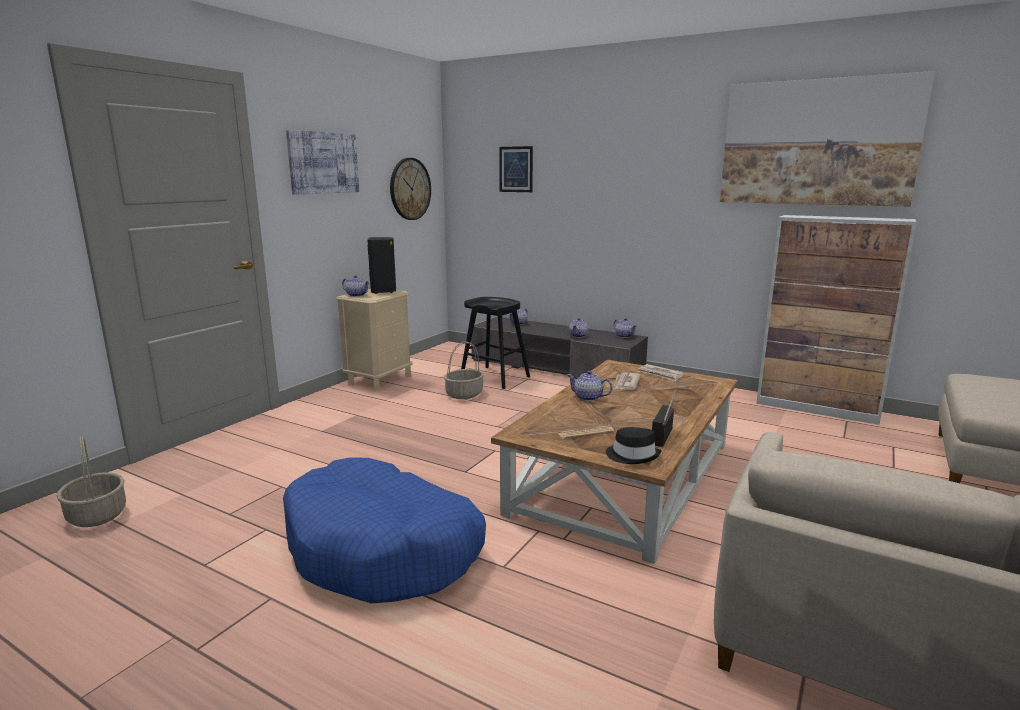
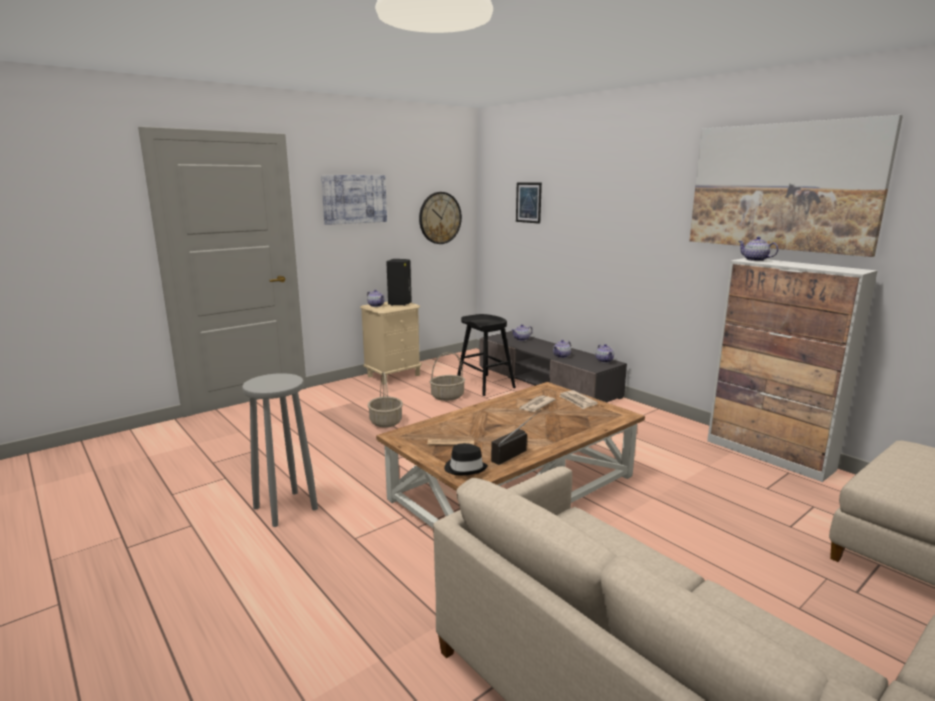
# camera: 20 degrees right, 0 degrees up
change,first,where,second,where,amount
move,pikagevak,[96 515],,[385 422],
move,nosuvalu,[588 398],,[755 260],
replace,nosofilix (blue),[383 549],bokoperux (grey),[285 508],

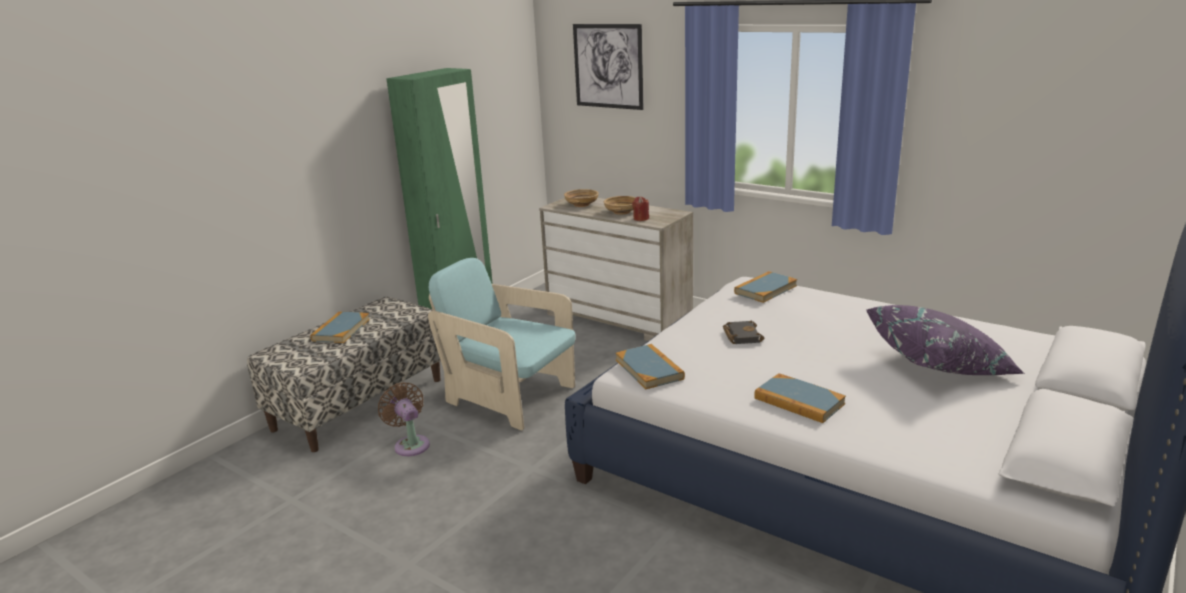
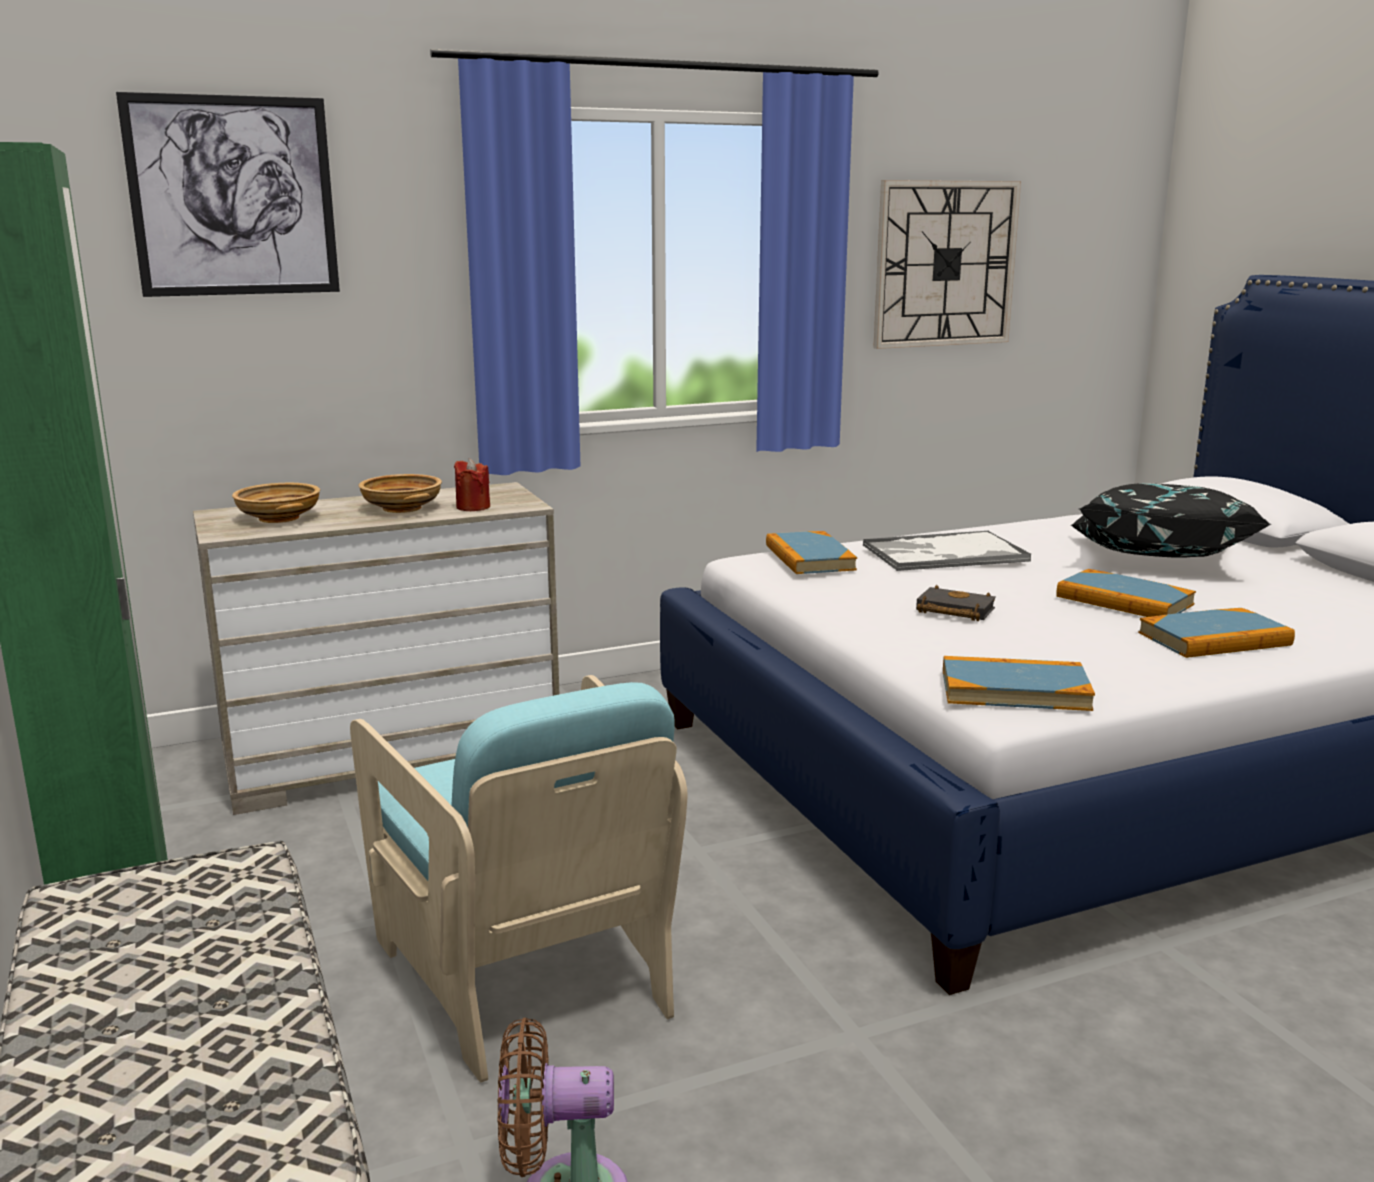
# camera: 60 degrees left, 5 degrees down
change,first,where,second,where,amount
insert,,,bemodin,[943 554],
insert,,,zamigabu,[945 264],
move,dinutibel,[341 330],,[1124 601],
recolor,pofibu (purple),[939 364],pofibu (black),[1157 559],
rotate,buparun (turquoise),[510 397],,[526 971],90 degrees counterclockwise

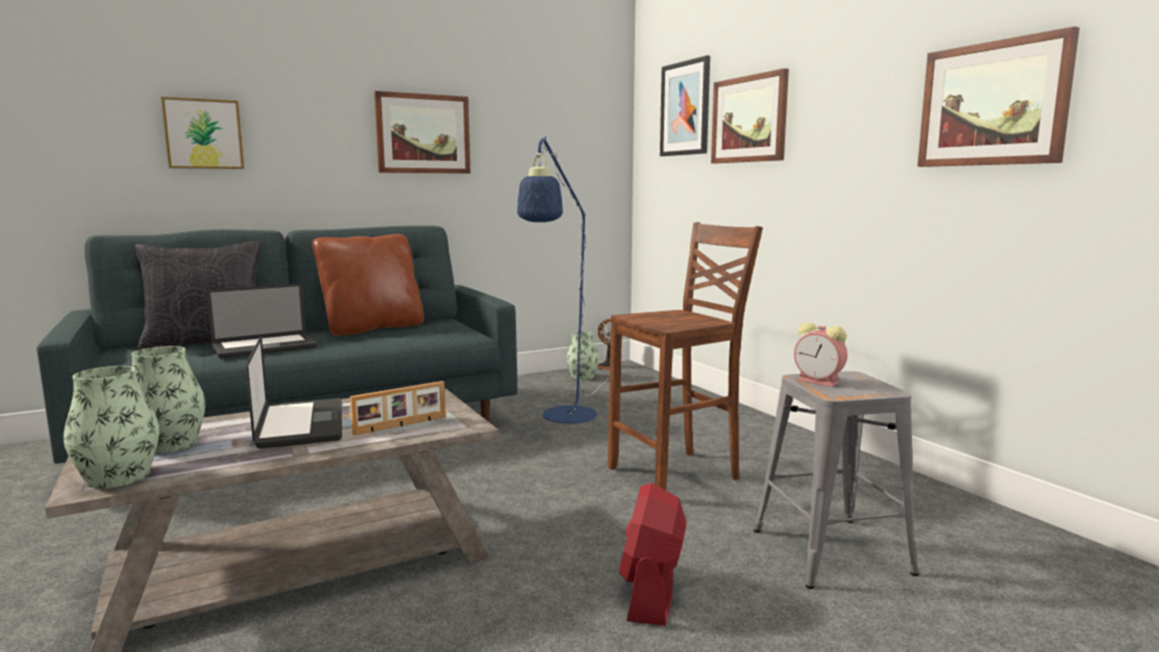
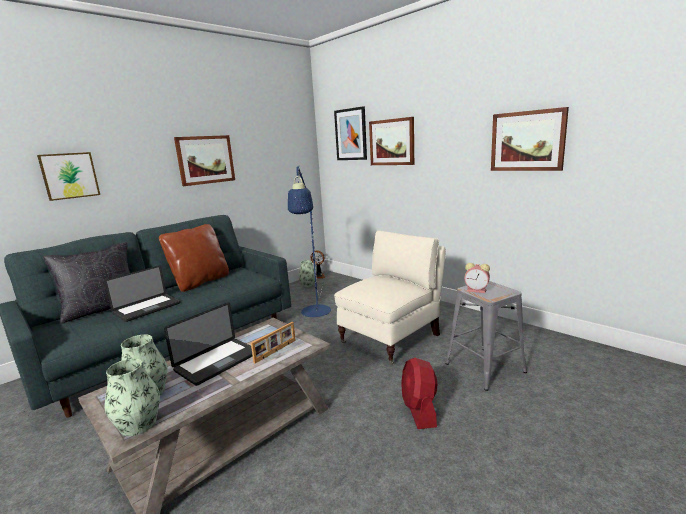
# camera: 15 degrees left, 5 degrees up
change,first,where,second,where,amount
replace,bokoperux (brown),[677 474],buparun (beige),[392 338],
rotate,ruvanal,[301 425],,[217 362],75 degrees clockwise

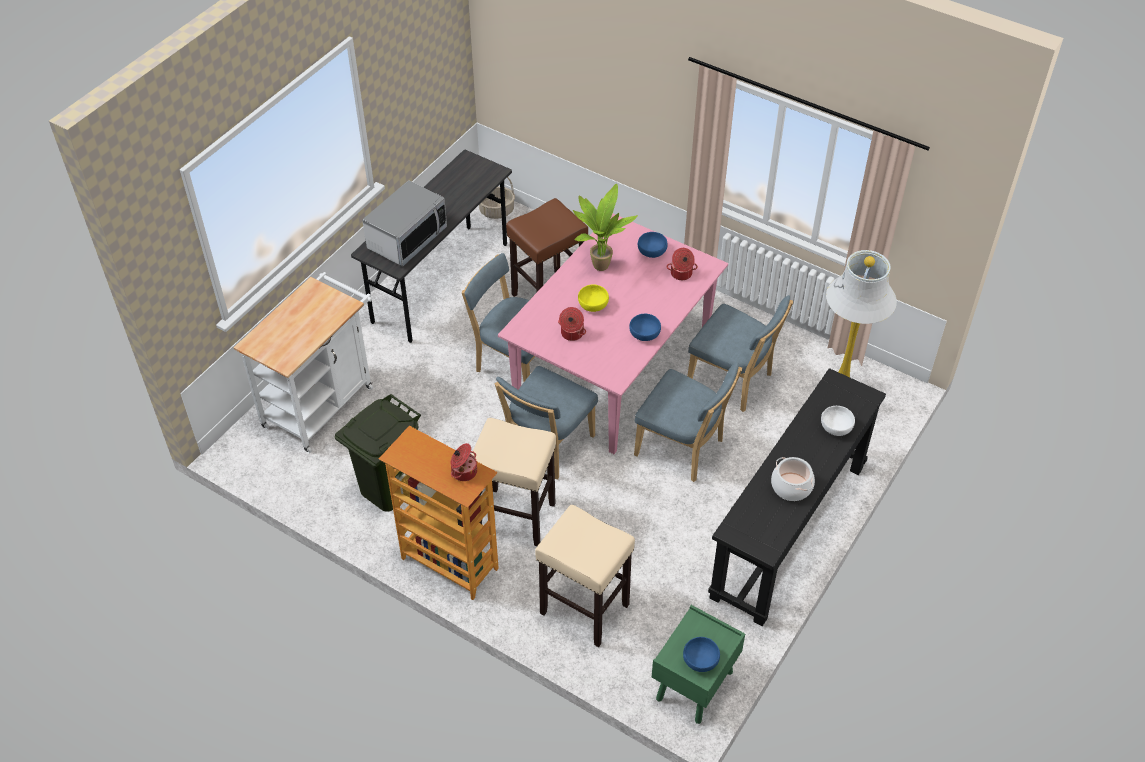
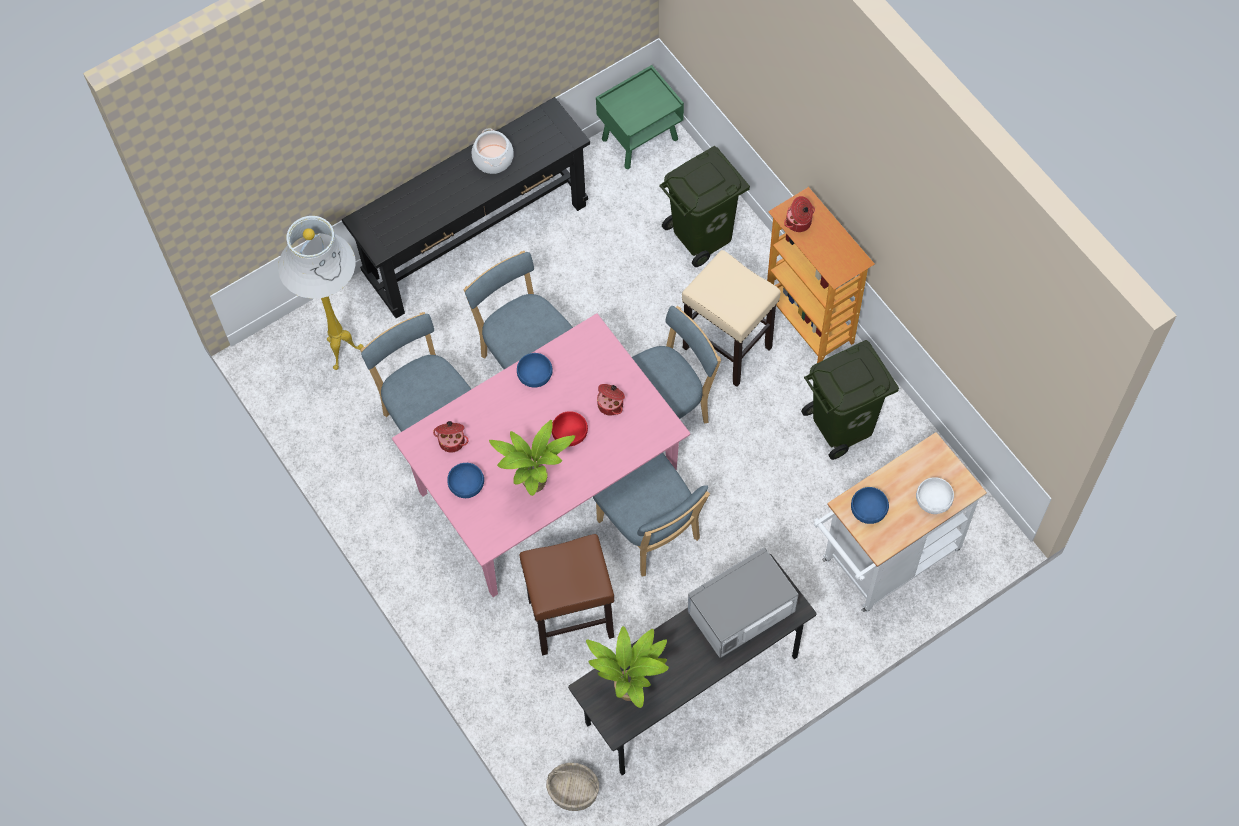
# camera: 155 degrees left, 15 degrees up
change,first,where,second,where,amount
insert,,,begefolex,[631 689],
move,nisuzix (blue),[701 660],,[868 509],
move,nisuzix (white),[836 427],,[933 500],
replace,bokoperux (beige),[583 608],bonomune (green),[703 235],
recolor,nisuzix (yellow),[592 305],nisuzix (red),[570 434],

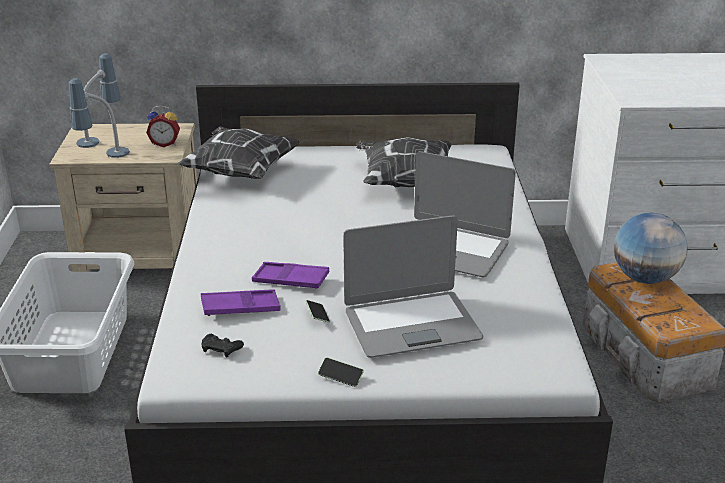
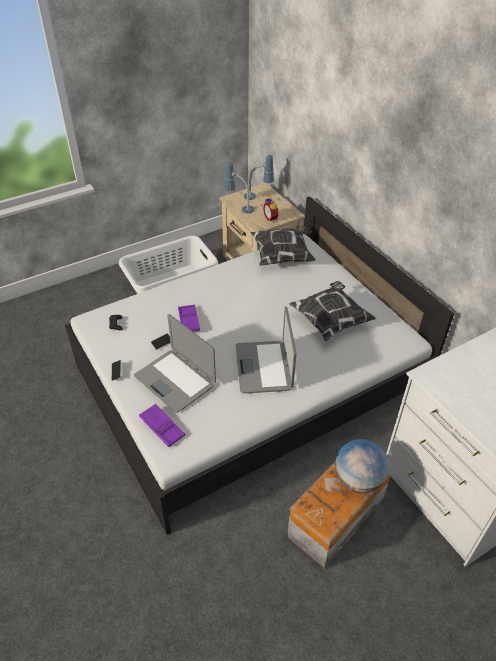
# camera: 60 degrees right, 15 degrees up
change,first,where,second,where,amount
move,bemodin (purple),[240 308],,[162 427],

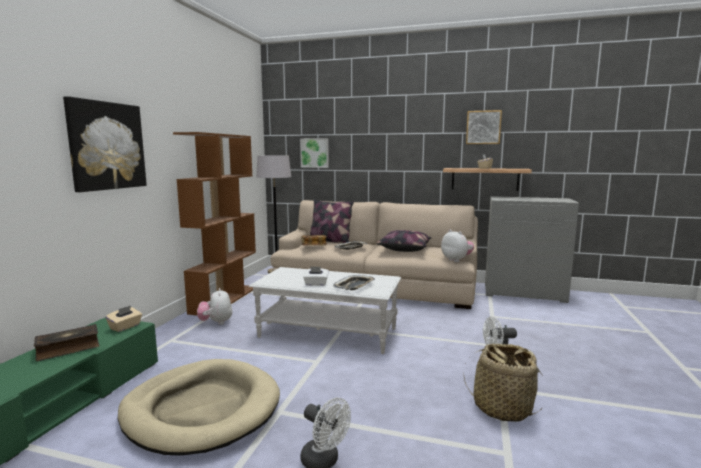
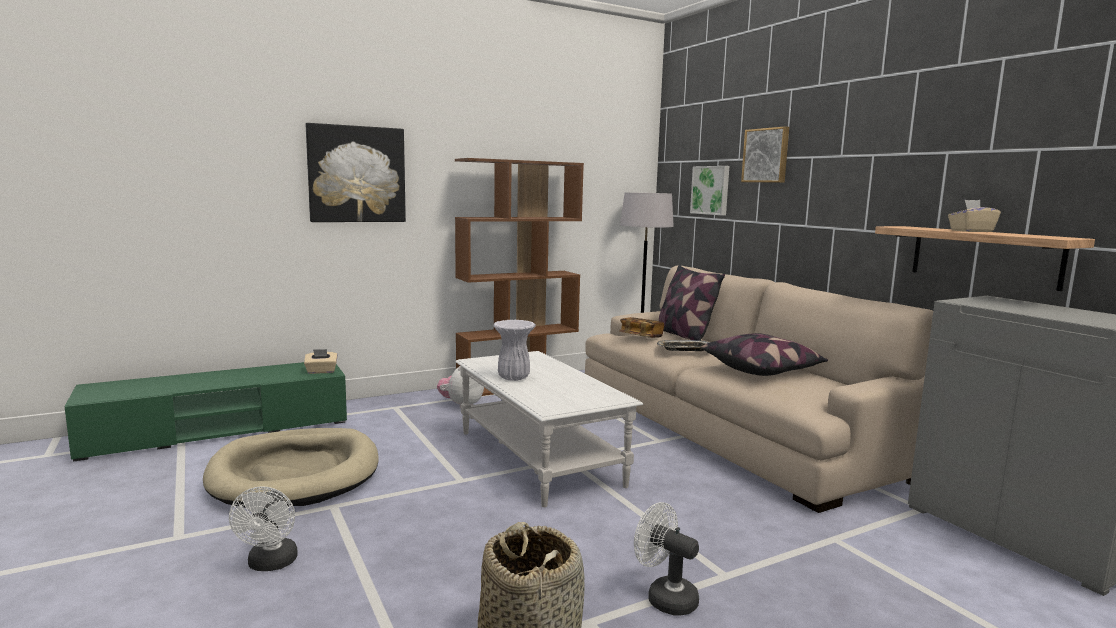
# camera: 45 degrees right, 0 degrees up
change,first,where,second,where,amount
delete,dinutibel,[68 348],,,
delete,bemodin,[354 286],,,
delete,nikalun,[456 260],,,
move,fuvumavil,[483 127],,[766 155],
replace,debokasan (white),[316 284],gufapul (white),[514 378],

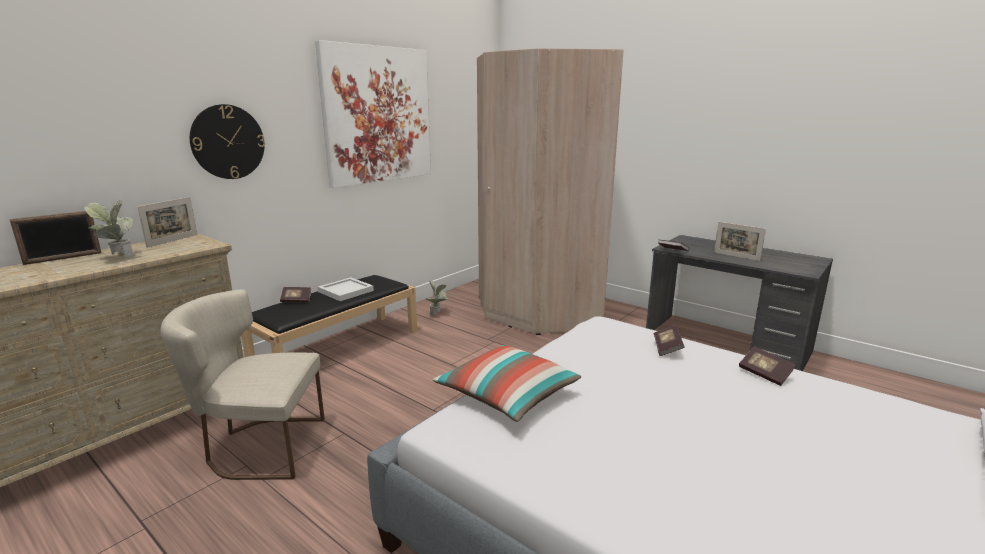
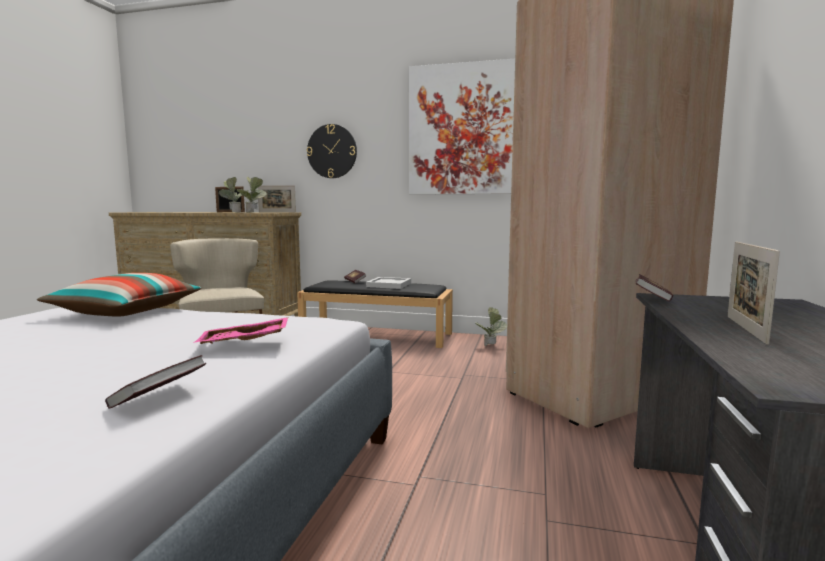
# camera: 65 degrees right, 10 degrees down
change,first,where,second,where,amount
insert,,,begefolex,[253 212],
replace,dinutibel,[667 348],bemodin (pink),[244 342],

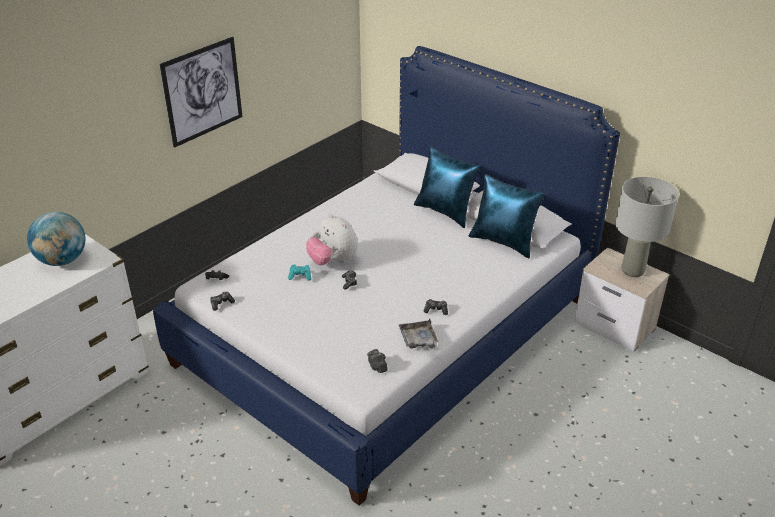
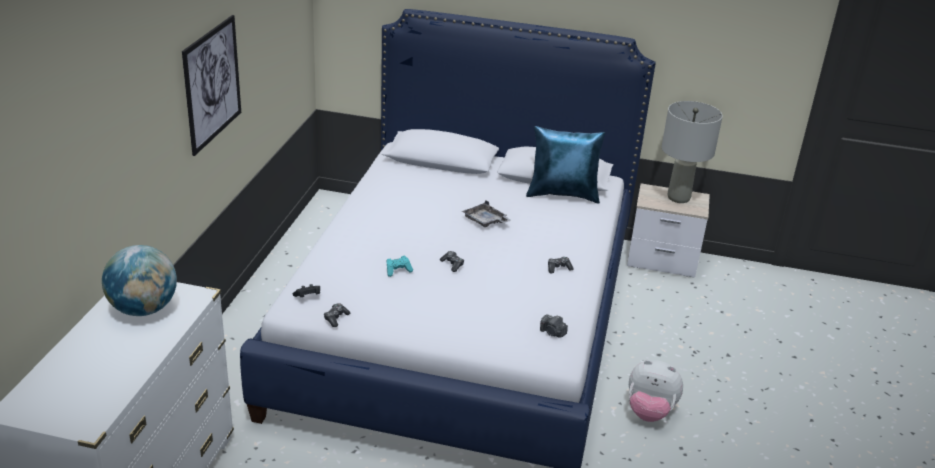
# camera: 30 degrees left, 5 degrees down
change,first,where,second,where,amount
delete,pofibu (blue),[445 212],,,
move,nikalun,[333 261],,[649 412],
move,bemodin (grey),[419 341],,[485 221],

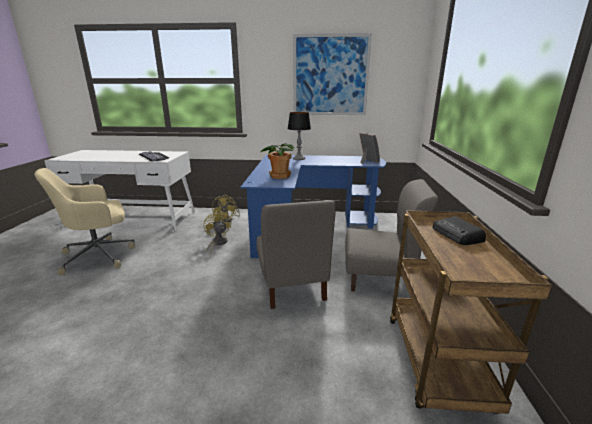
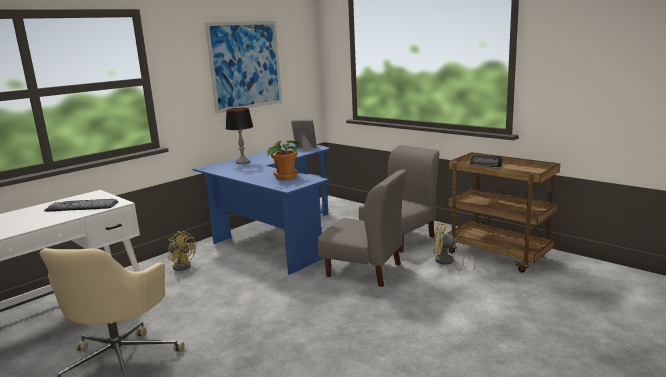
# camera: 50 degrees left, 5 degrees down
change,first,where,second,where,amount
move,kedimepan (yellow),[217 243],,[447 262],

